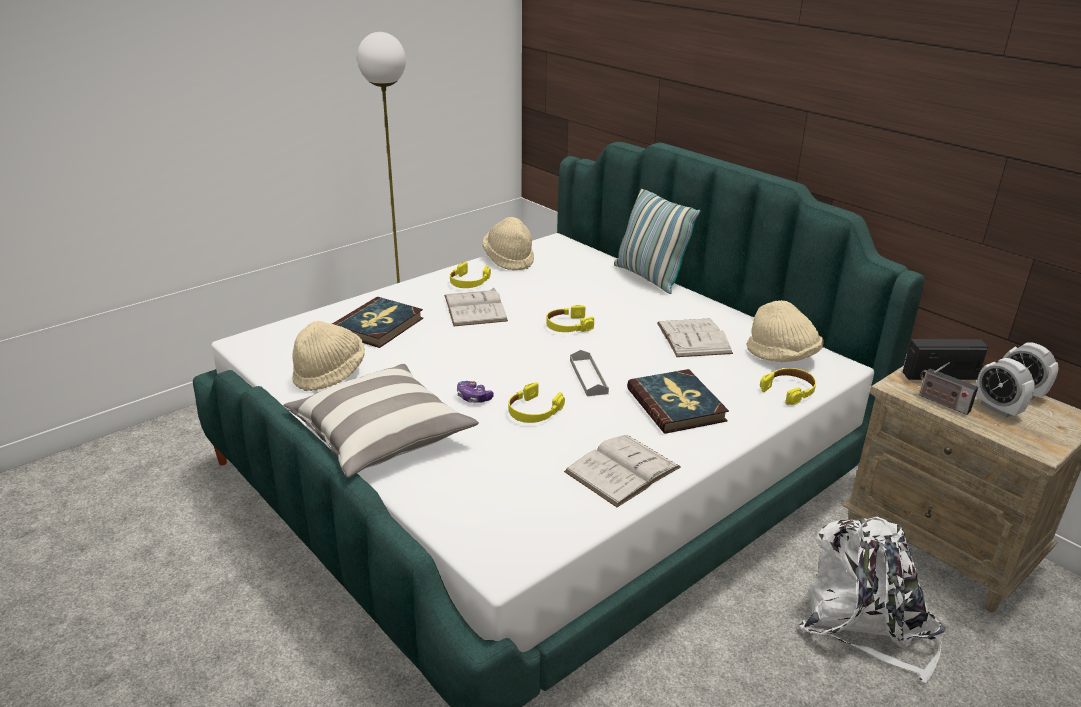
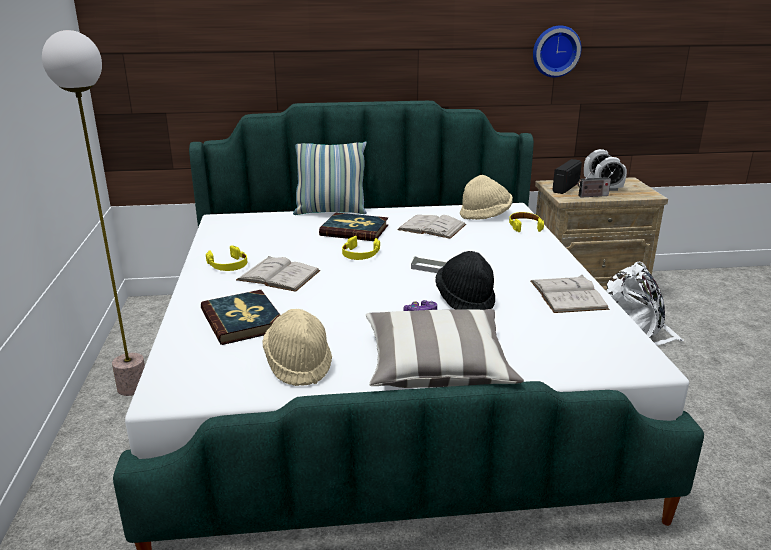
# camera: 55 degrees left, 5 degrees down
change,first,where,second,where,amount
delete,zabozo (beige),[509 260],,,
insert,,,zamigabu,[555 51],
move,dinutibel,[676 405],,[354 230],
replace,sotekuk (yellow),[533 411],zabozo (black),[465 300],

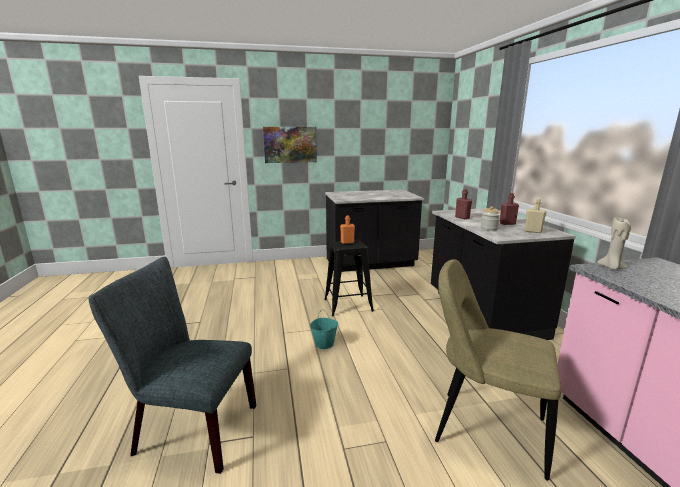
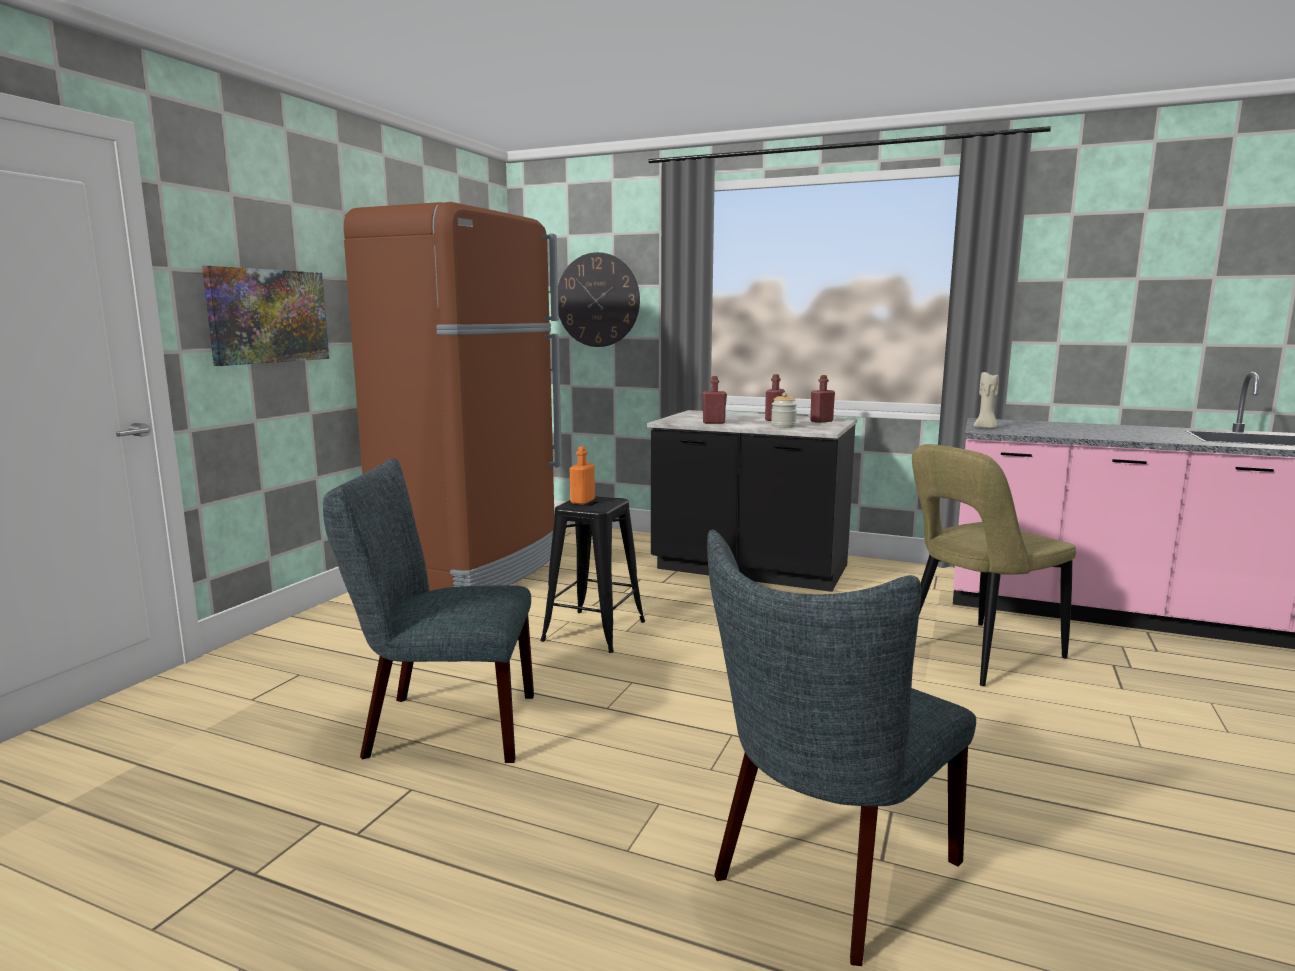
# camera: 55 degrees left, 5 degrees down
change,first,where,second,where,amount
delete,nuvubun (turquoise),[324 344],,,
insert,,,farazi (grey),[440 726],
insert,,,zamigabu,[597 300],
replace,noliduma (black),[370 263],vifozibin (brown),[472 569],
recolor,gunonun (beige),[533 231],gunonun (red),[821 421],

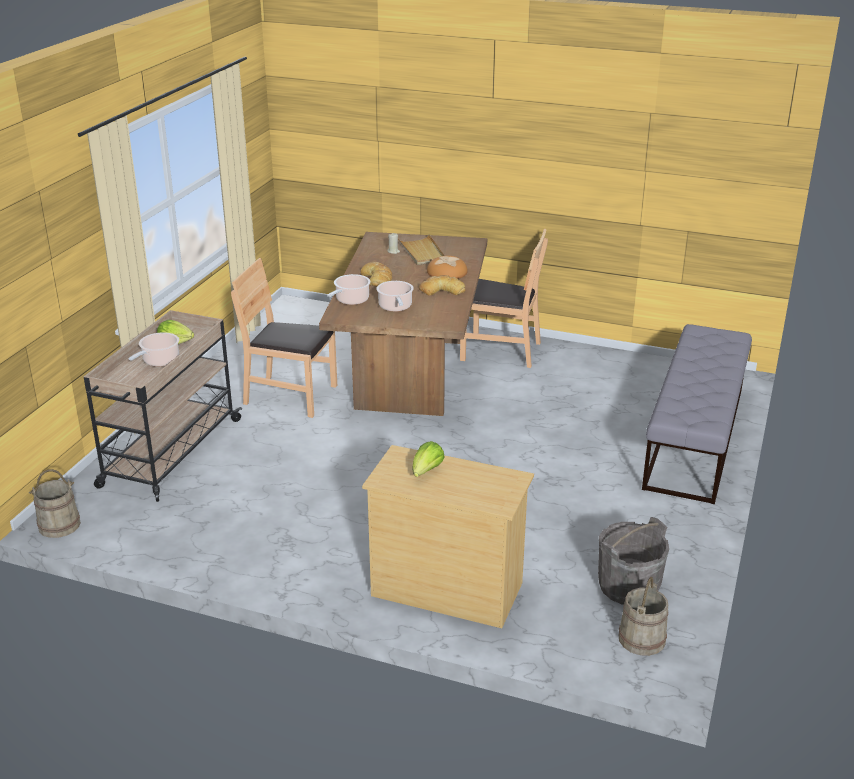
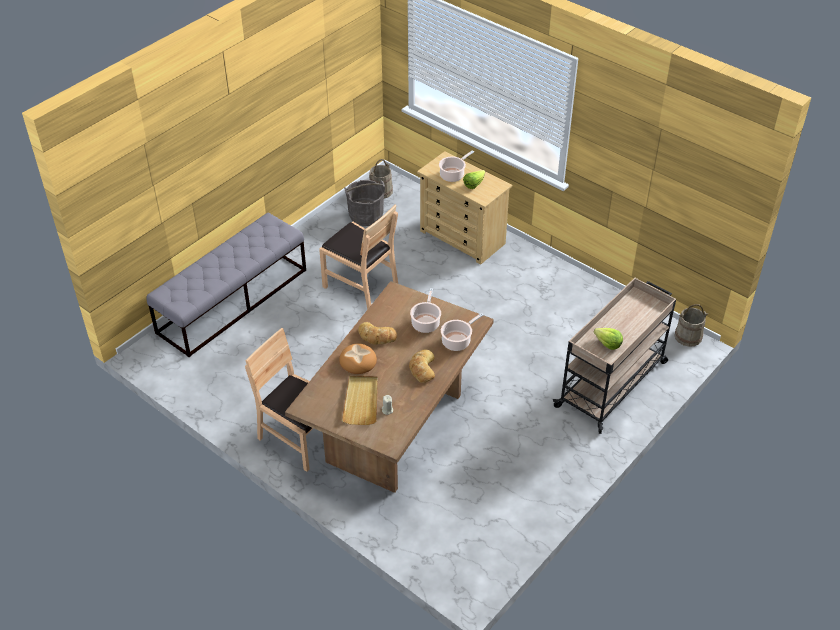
# camera: 160 degrees left, 15 degrees up
change,first,where,second,where,amount
move,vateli,[159 361],,[453 175],
move,farazi (brown),[290 395],,[361 285],

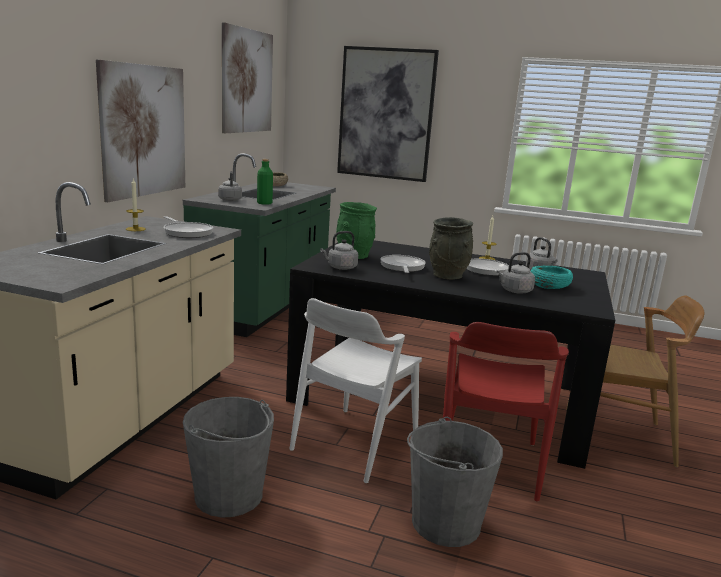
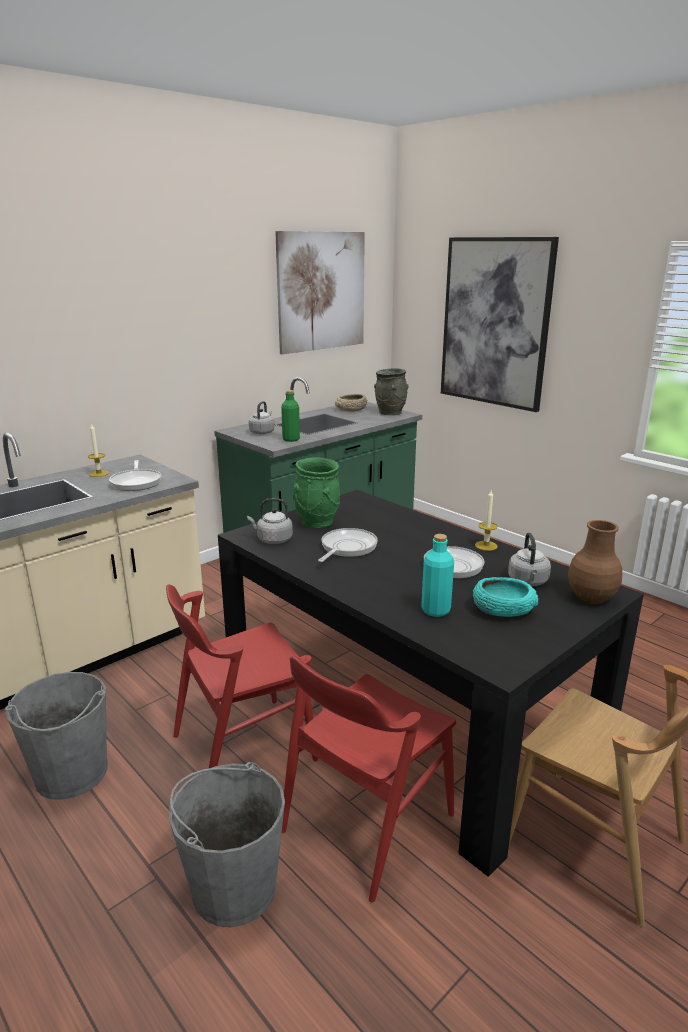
# camera: 30 degrees right, 5 degrees up
change,first,where,second,where,amount
delete,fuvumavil,[144 131],,,
insert,,,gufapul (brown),[590 597],
move,gufapul (grey),[447 275],,[390 413],
replace,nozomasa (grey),[514 291],gunonun (turquoise),[435 610],
recolor,farazi (white),[354 443],farazi (red),[243 747],

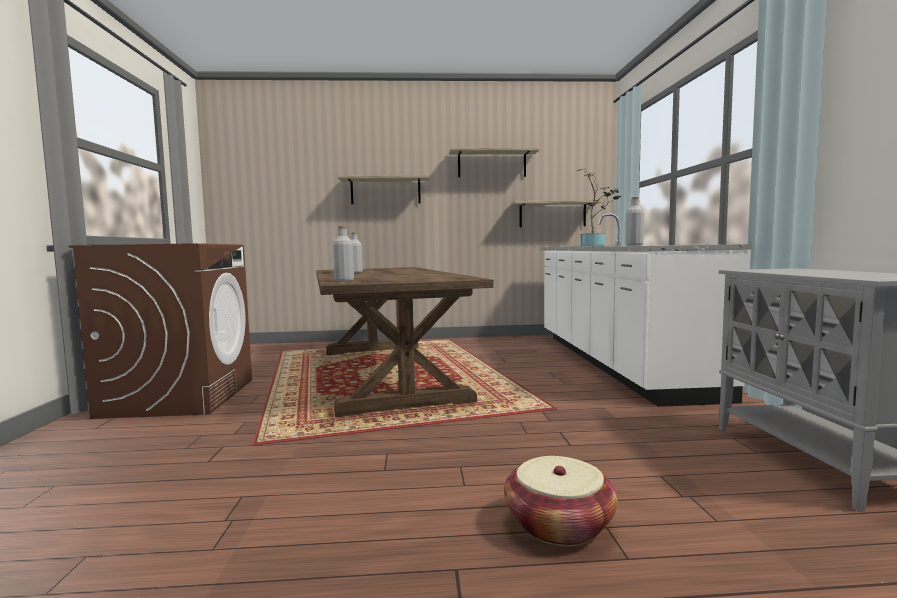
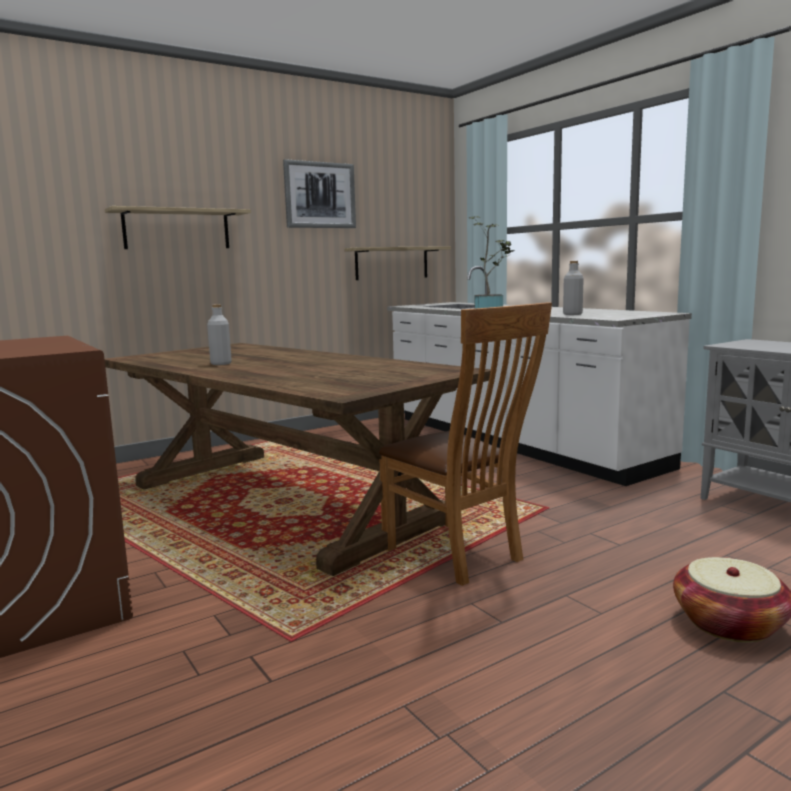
# camera: 30 degrees left, 5 degrees up
change,first,where,second,where,amount
delete,gunonun (grey),[344 281],,,
insert,,,farazi (brown),[459 556],
replace,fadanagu,[492 164],fuvumavil,[320 195],

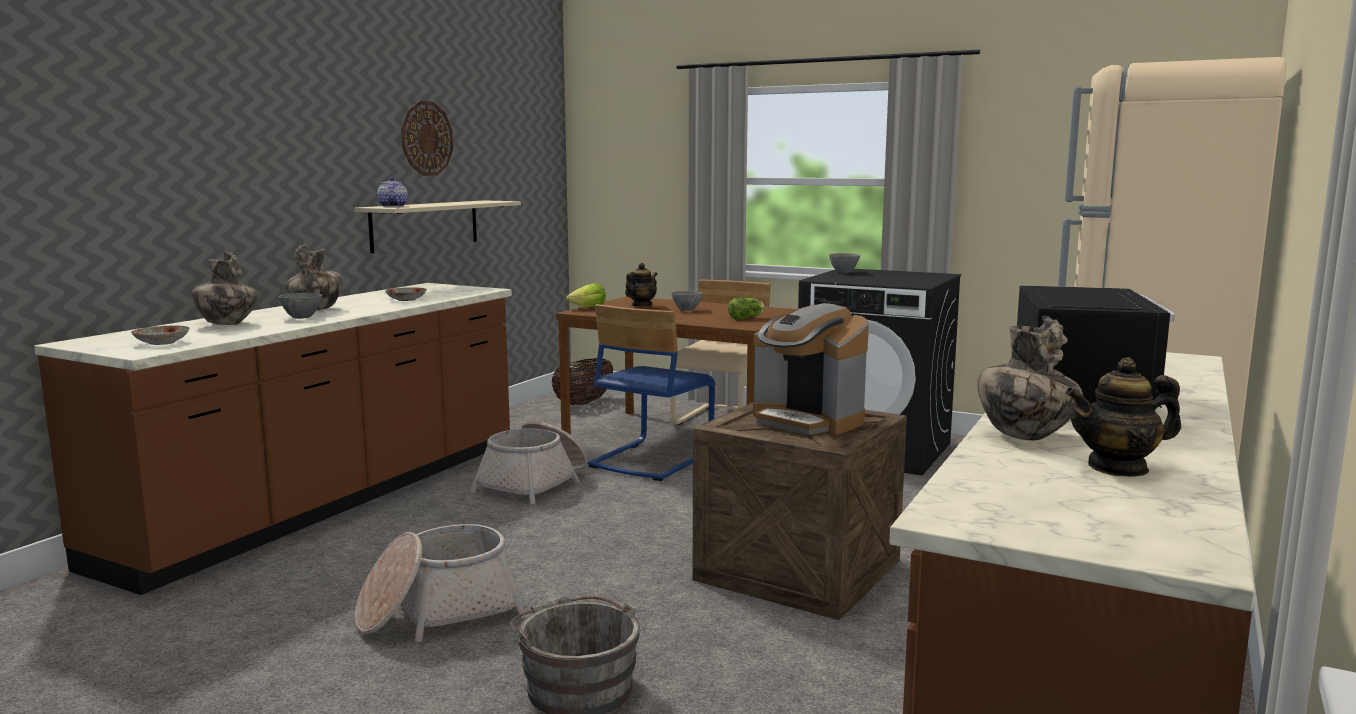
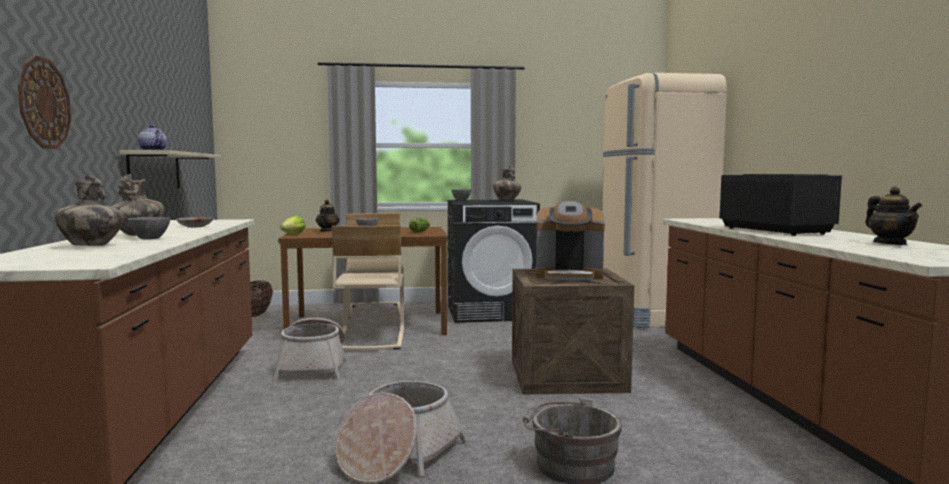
# camera: 35 degrees left, 5 degrees down
change,first,where,second,where,amount
delete,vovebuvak,[161 343],,,
move,zamigabu,[426 138],,[44 103],
move,gufapul,[1024 436],,[506 200],
recolor,farazi (blue),[650 460],farazi (beige),[370 339],
rotate,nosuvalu,[1118 468],,[890 244],60 degrees counterclockwise

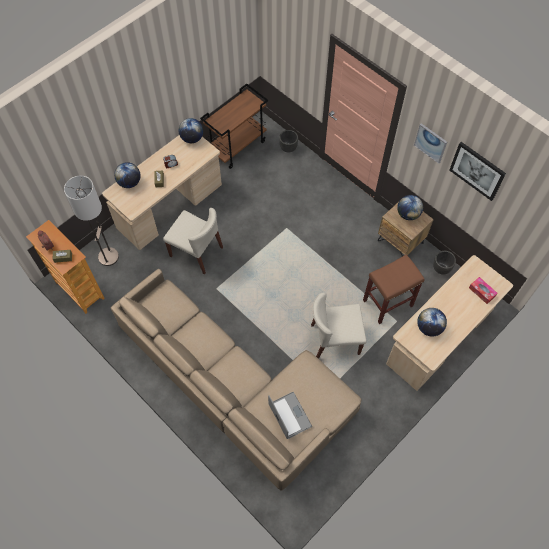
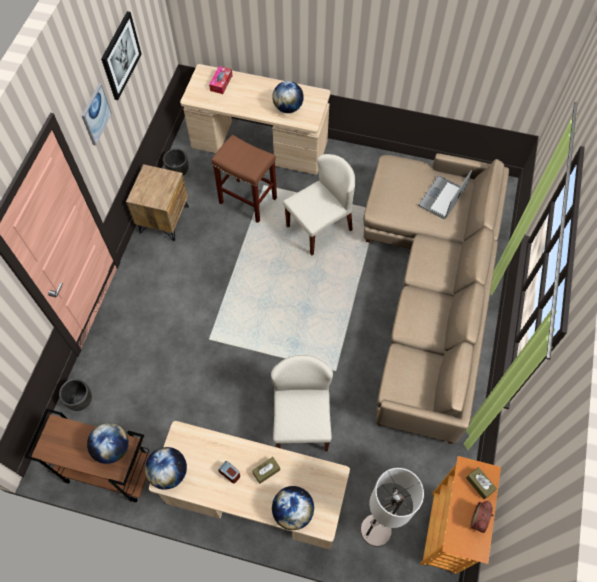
# camera: 120 degrees left, 0 degrees up
change,first,where,second,where,amount
move,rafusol,[408 214],,[112 448],
rotate,farazi (beige),[334 340],,[319 227],90 degrees counterclockwise

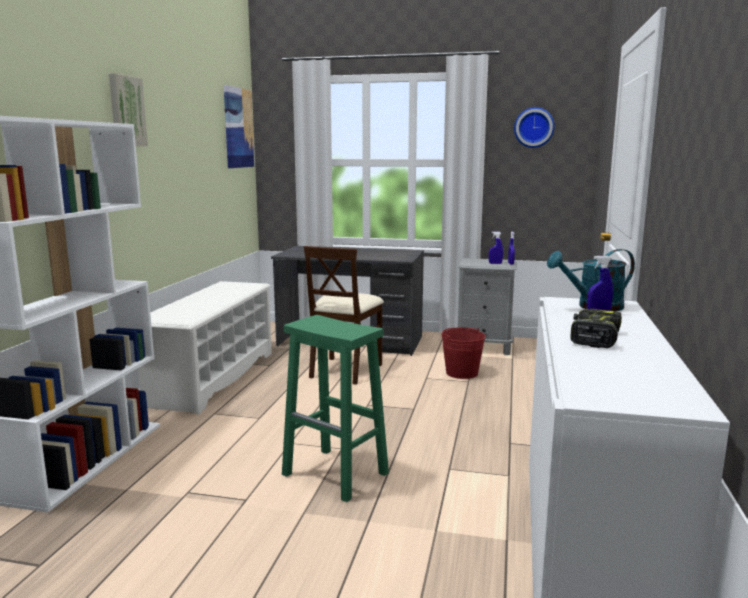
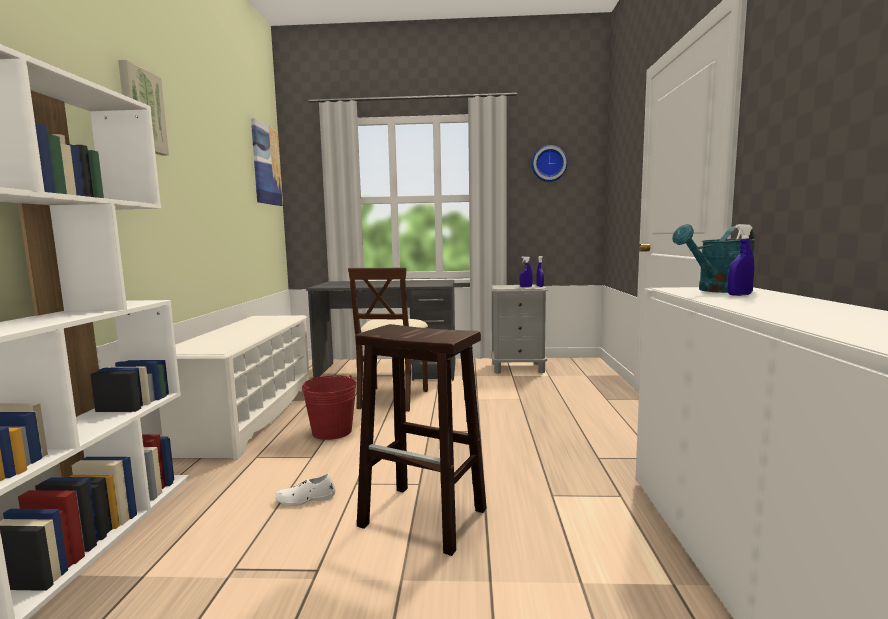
# camera: 10 degrees left, 5 degrees down
change,first,where,second,where,amount
delete,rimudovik,[593 337],,,
insert,,,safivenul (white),[305 499],
move,nuvubun (red),[461 373],,[332 431],
recolor,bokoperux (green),[337 474],bokoperux (brown),[425 518],

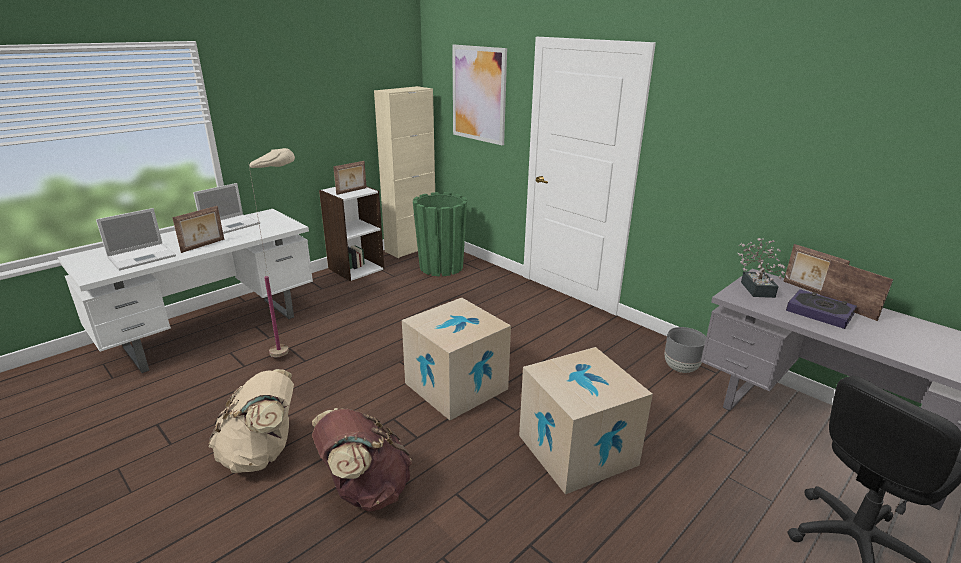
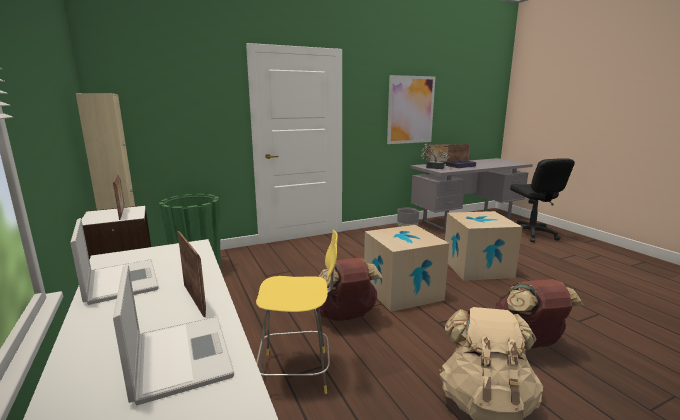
# camera: 70 degrees left, 10 degrees down
change,first,where,second,where,amount
insert,,,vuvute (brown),[345 316],
move,fuvumavil,[479 94],,[410 110],
replace,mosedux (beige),[295 351],bokoperux (yellow),[298 372],

